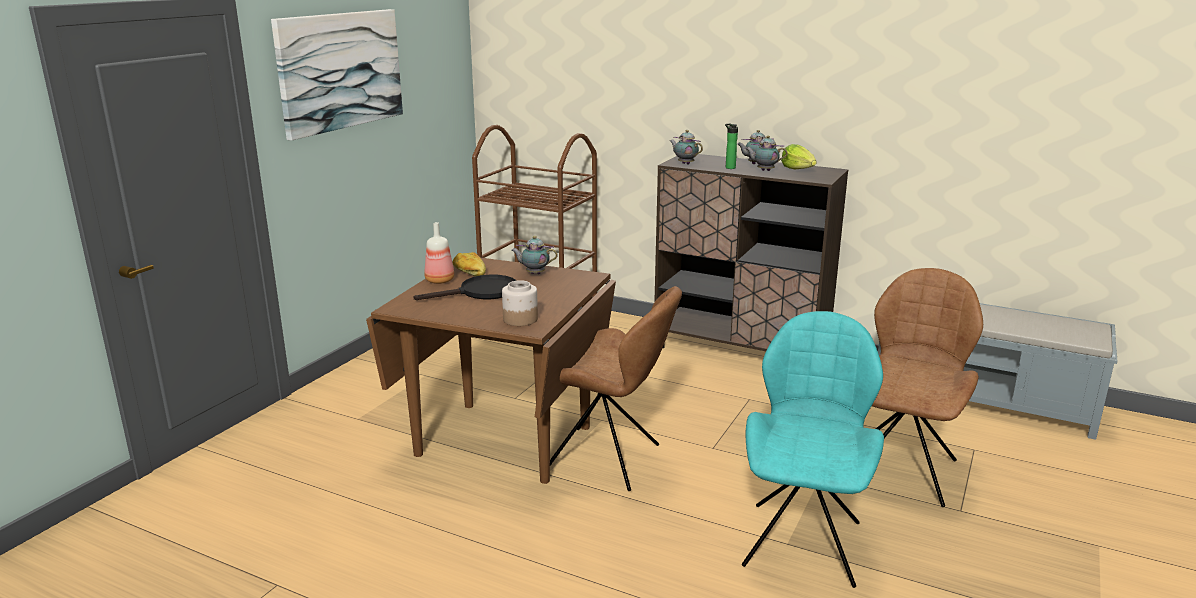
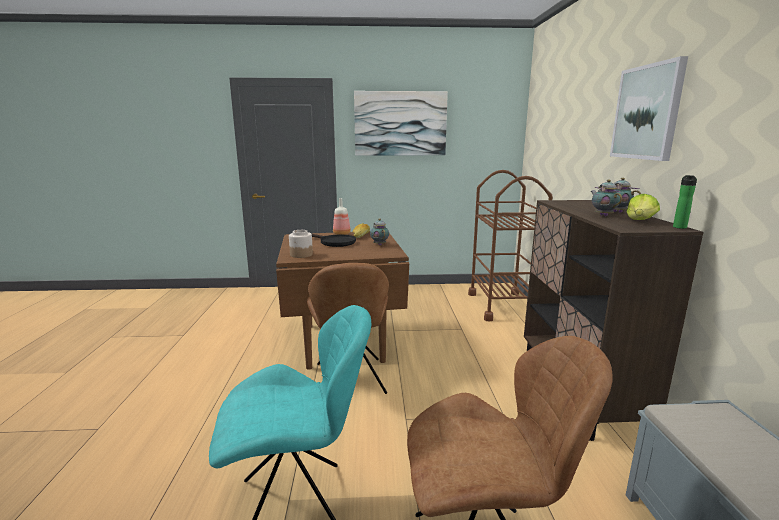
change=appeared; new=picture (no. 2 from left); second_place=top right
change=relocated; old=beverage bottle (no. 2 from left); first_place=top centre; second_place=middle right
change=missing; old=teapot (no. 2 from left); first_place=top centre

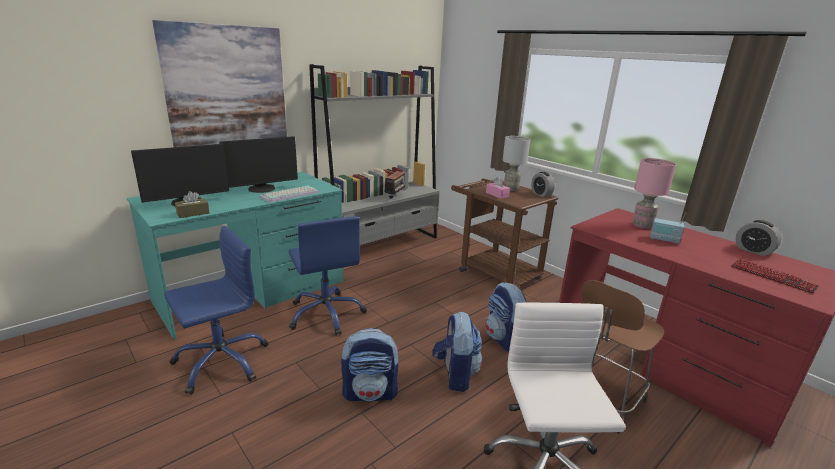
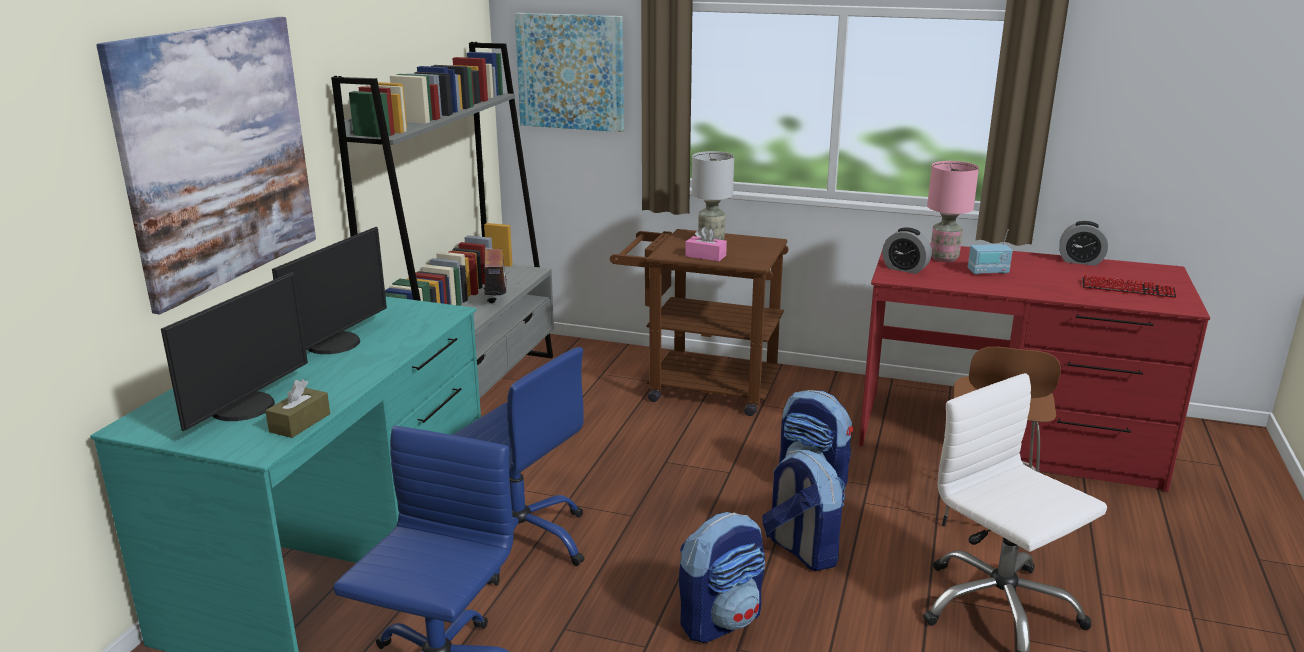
change=appeared; new=picture (no. 2 from left); second_place=top centre
change=relocated; old=bedside clock (no. 1 from left); first_place=centre; second_place=middle right
change=missing; old=computer keyboard (no. 1 from left); first_place=centre

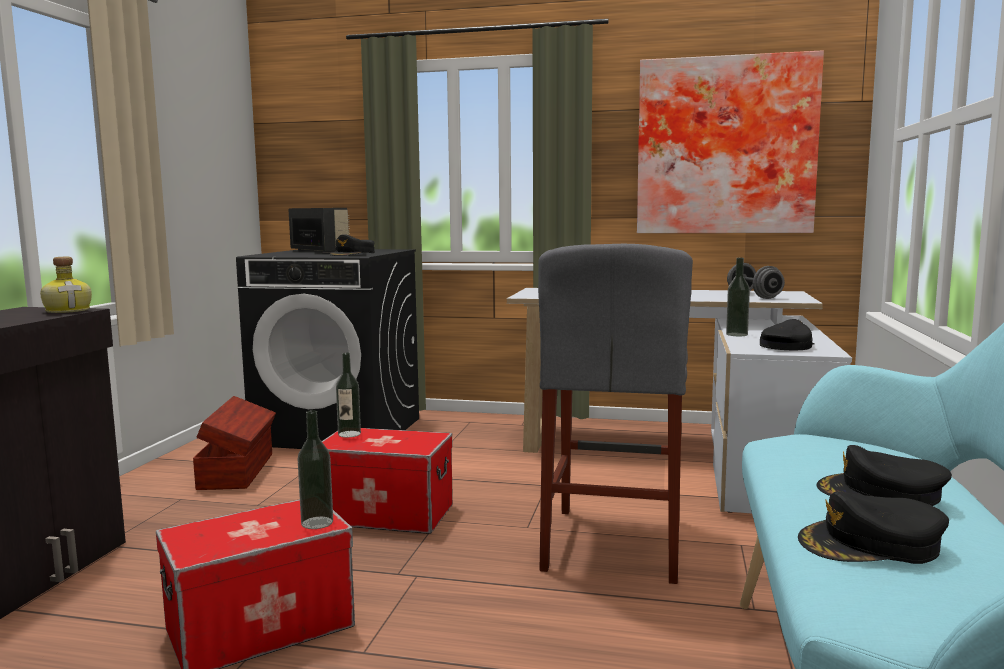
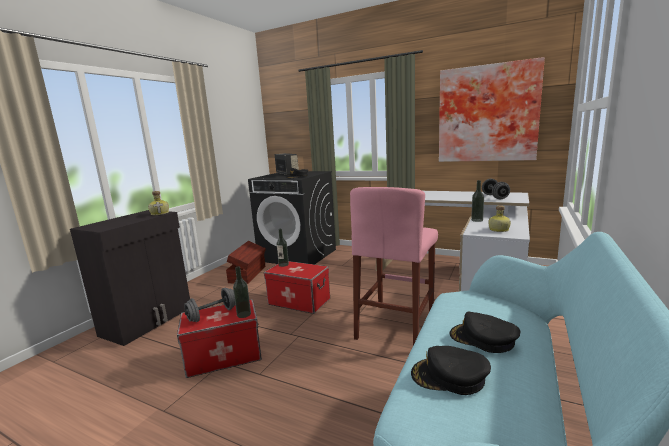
change=appeared; new=greyish free weight (no. 1 from left); second_place=bottom left
change=colour; old=greyish sitting stool; new=pinkish sitting stool; first_place=centre; second_place=centre
change=exchanged; old=blackish peaked cap (no. 2 from left); new=beverage bottle (no. 5 from left); first_place=middle right; second_place=middle right

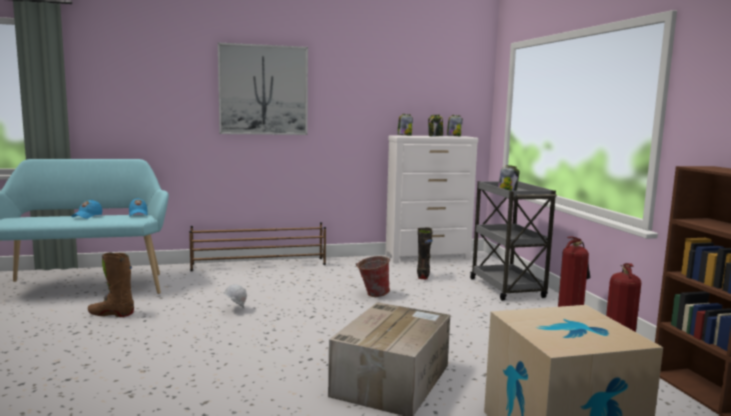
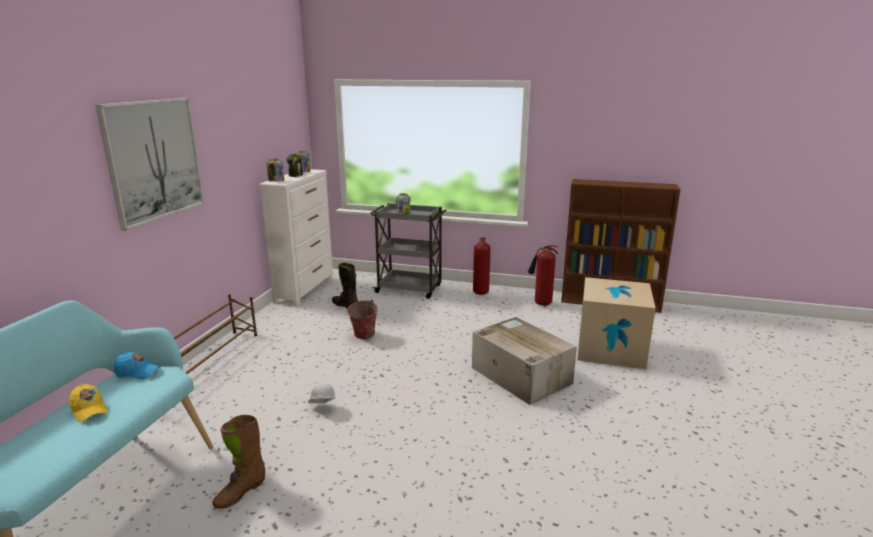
change=colour; old=bluish peaked cap (no. 1 from left); new=yellowish peaked cap; first_place=middle left; second_place=bottom left

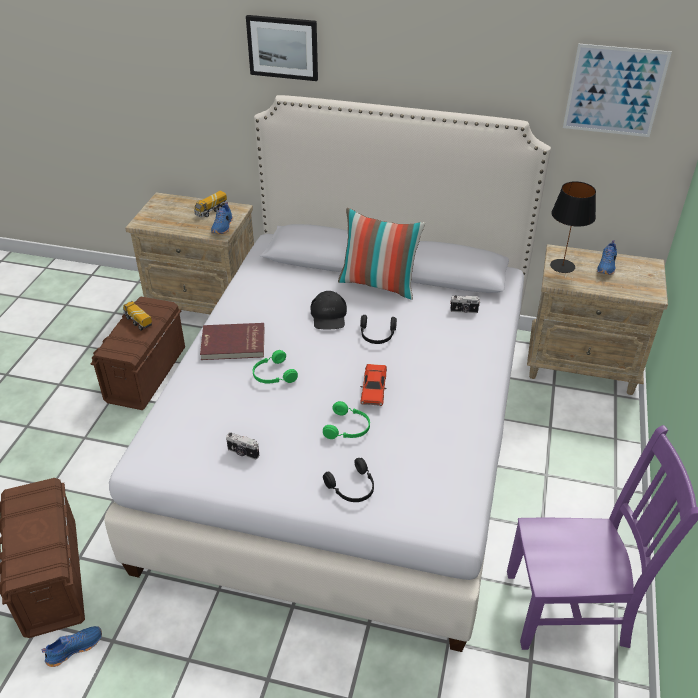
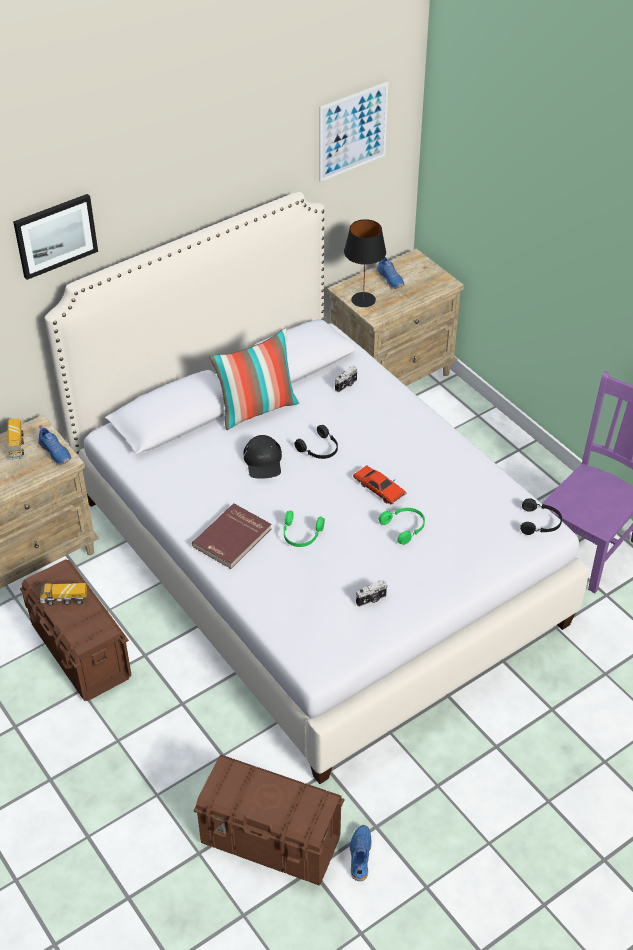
change=spun; old=blackish peaked cap; first_place=centre; second_place=centre; degrees=45
change=relocated; old=blackish headset (no. 1 from left in the first image); new=blackish headset (no. 2 from left); first_place=bottom centre; second_place=middle right

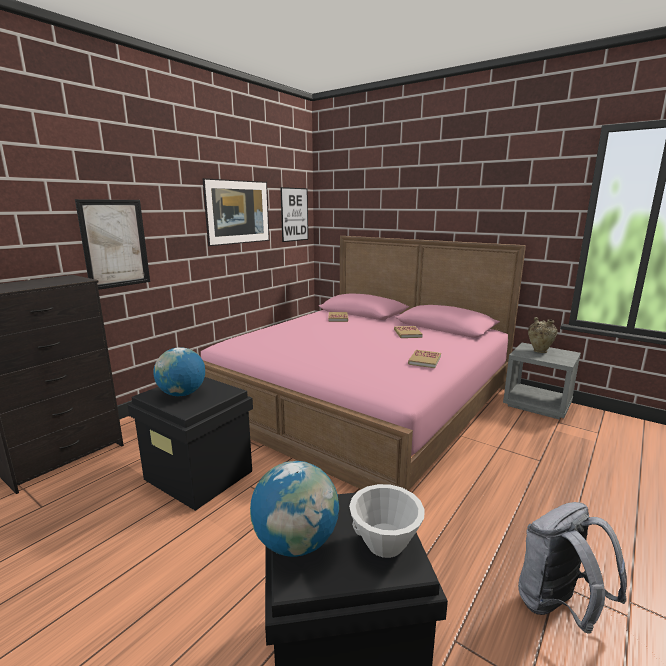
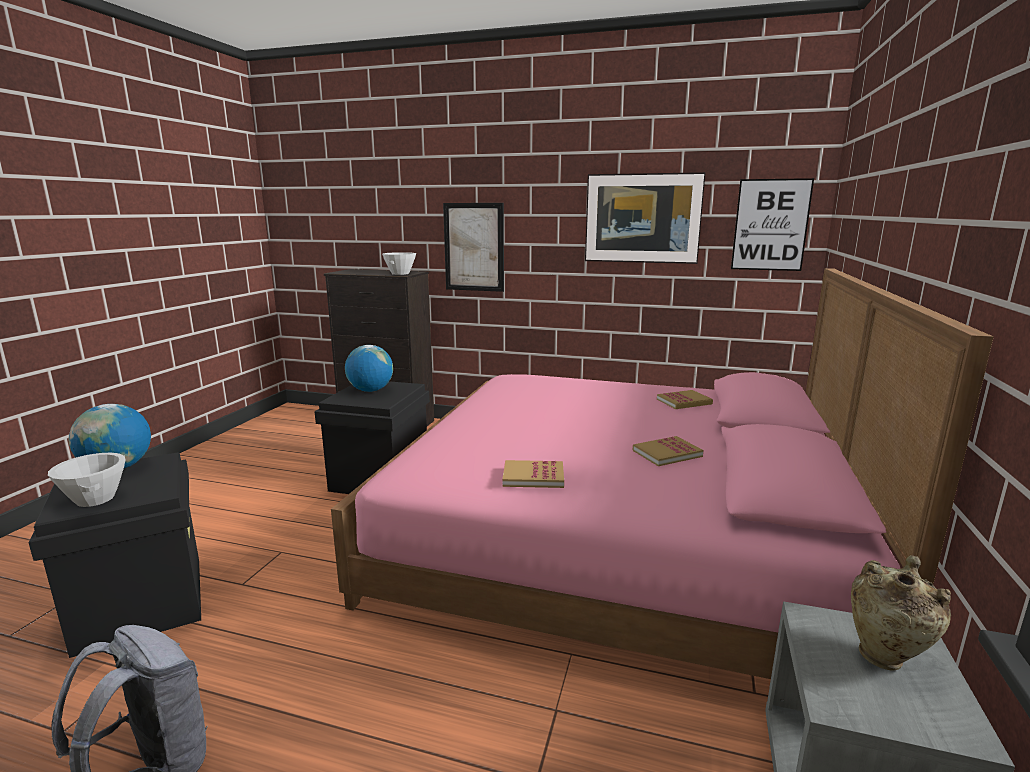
change=appeared; new=whitish serving bowl (no. 2 from left); second_place=centre

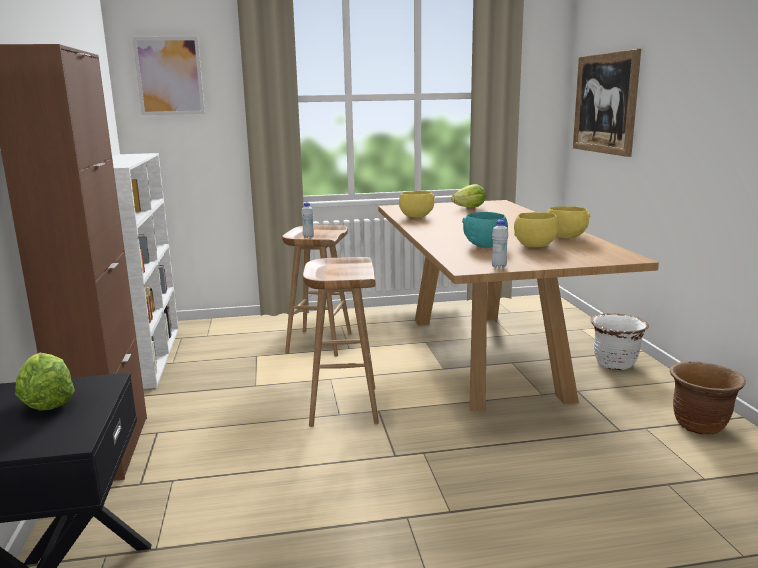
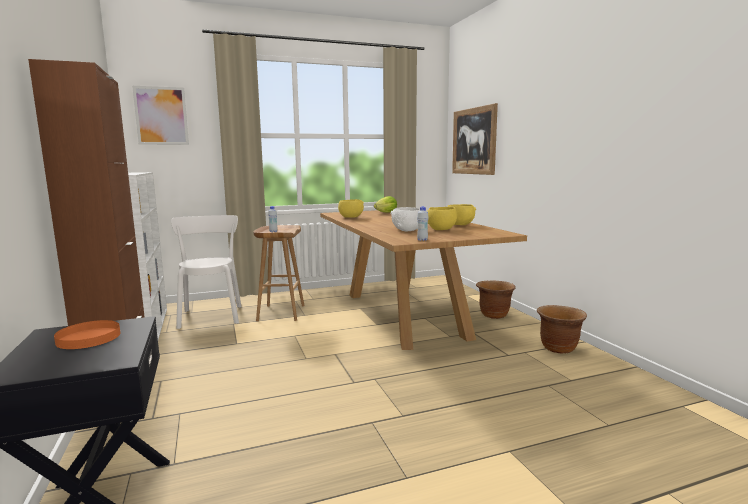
change=exchanged; old=lettuce head (no. 1 from left); new=orange flat dish; first_place=bottom left; second_place=middle left
change=appeared; new=whitish upright chair; second_place=middle left
change=colour; old=turquoise-coloured serving bowl; new=whitish serving bowl; first_place=centre; second_place=centre
change=colour; old=whitish flower pot; new=brownish flower pot (no. 1 from left); first_place=middle right; second_place=centre
change=missing; old=brownish sitting stool (no. 2 from left); first_place=centre

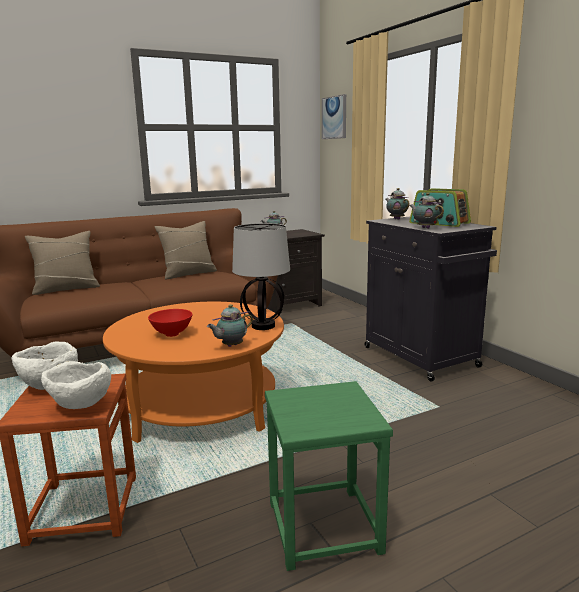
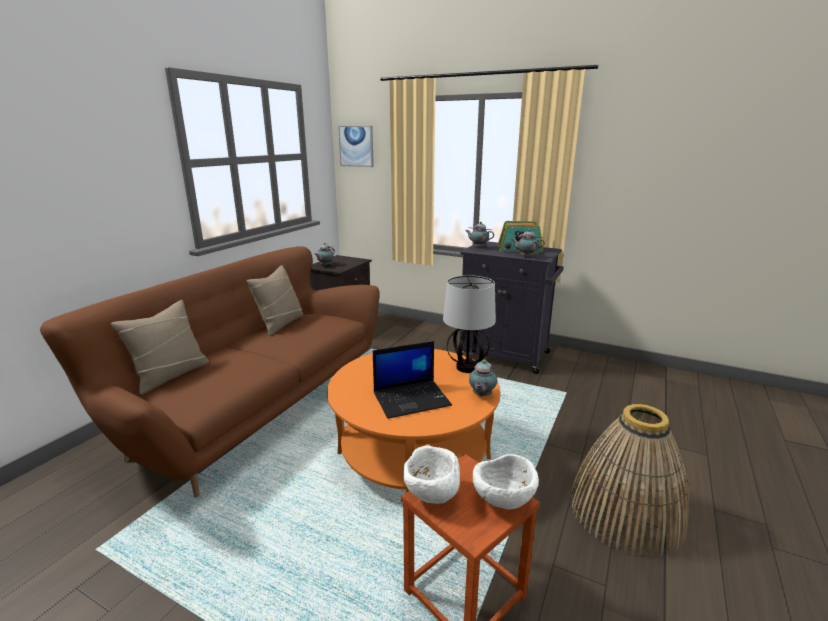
change=exchanged; old=reddish serving bowl; new=laptop; first_place=middle left; second_place=centre
change=exchanged; old=green sitting stool; new=basket; first_place=bottom centre; second_place=bottom right

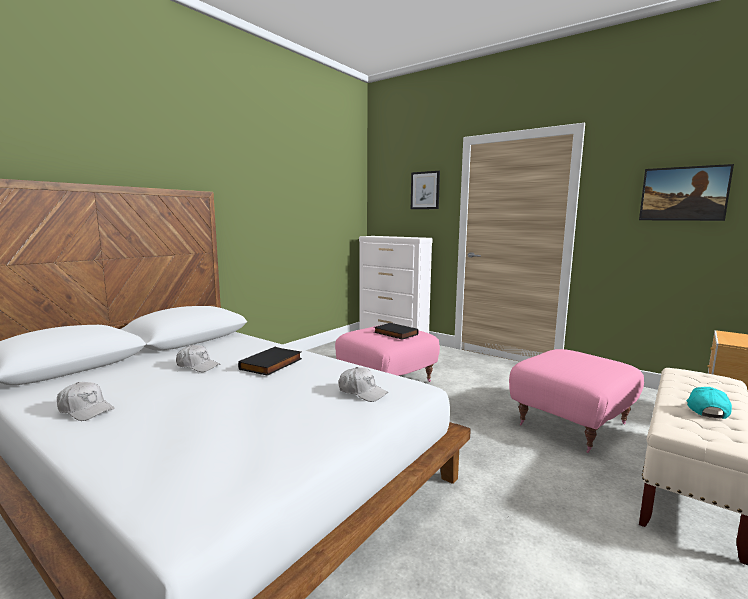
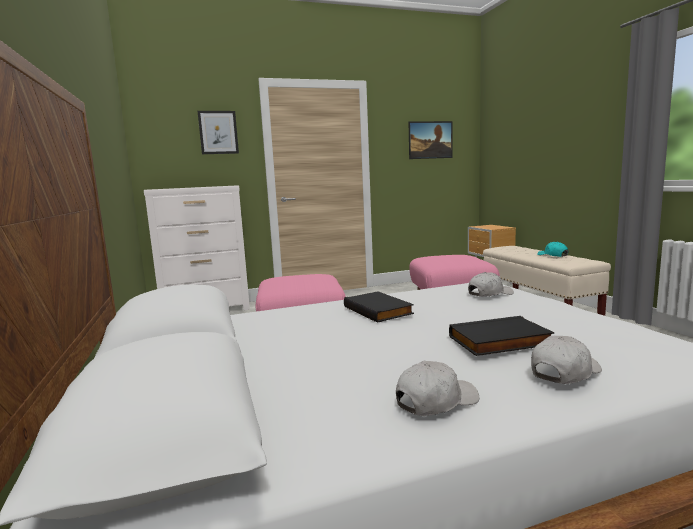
change=relocated; old=blackish bound book (no. 2 from left); first_place=centre; second_place=middle right
change=relocated; old=whitish peaked cap (no. 2 from left in the first image); new=whitish peaked cap (no. 3 from left); first_place=middle left; second_place=bottom right

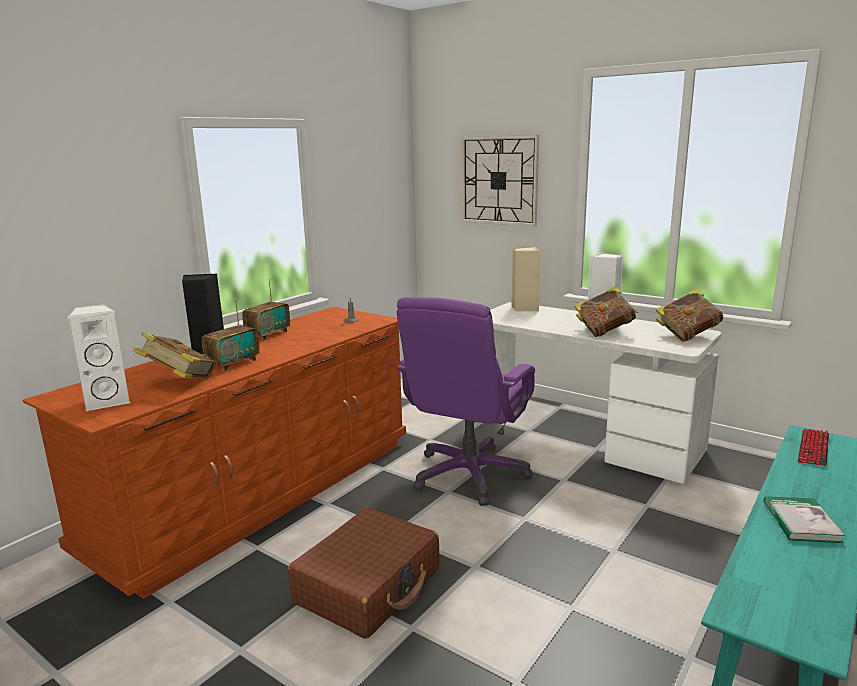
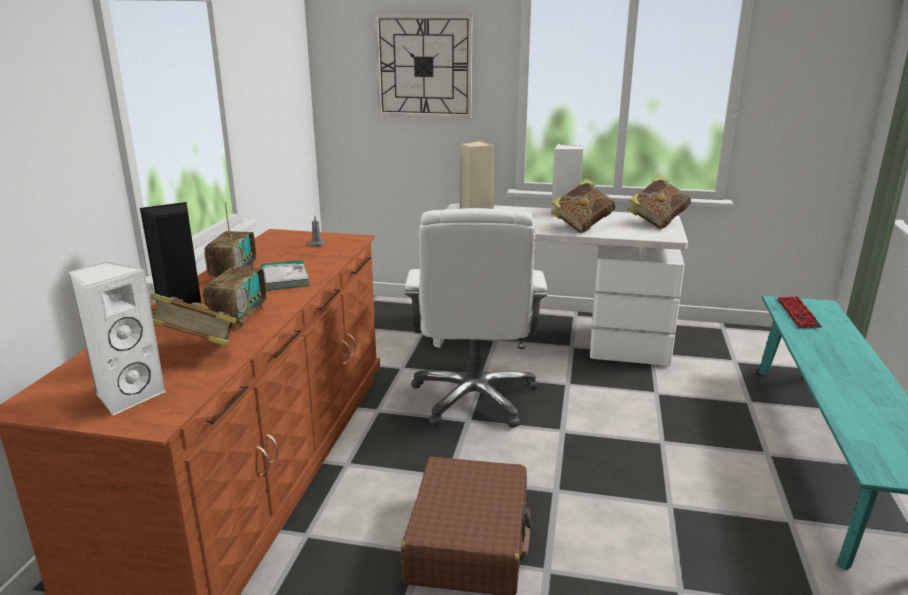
change=relocated; old=bound book (no. 4 from left in the first image); new=bound book (no. 2 from left); first_place=bottom right; second_place=middle left
change=colour; old=purplish desk chair; new=whitish desk chair; first_place=centre; second_place=centre

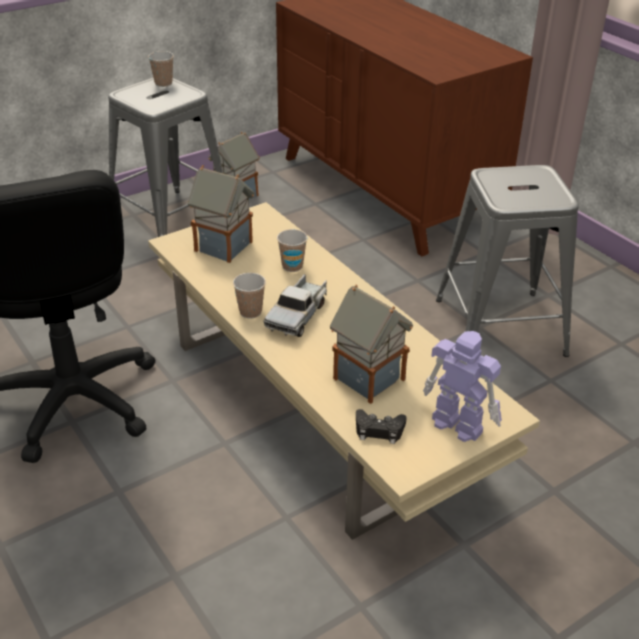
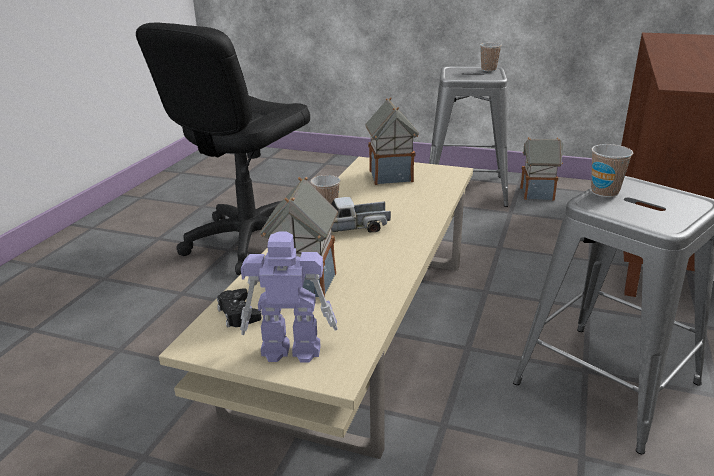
change=spun; old=toy robot; first_place=middle right; second_place=centre; degrees=-90
change=relocated; old=small cup (no. 3 from left); first_place=centre; second_place=middle right

